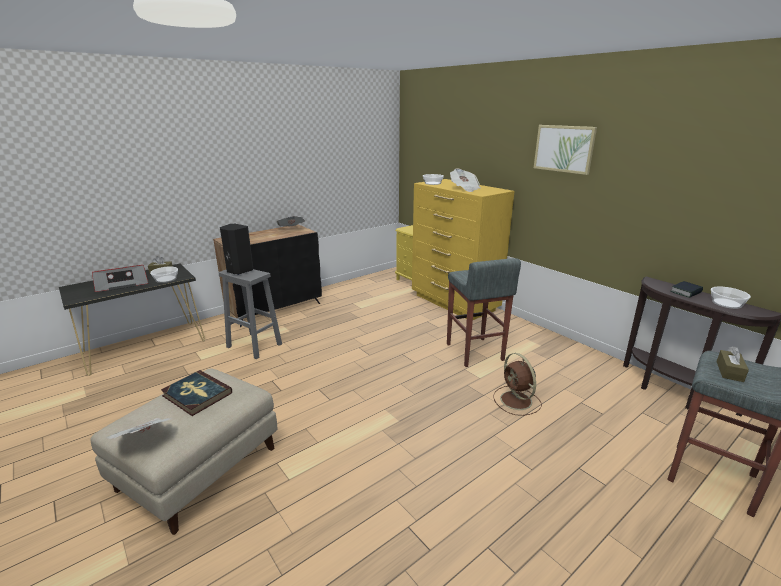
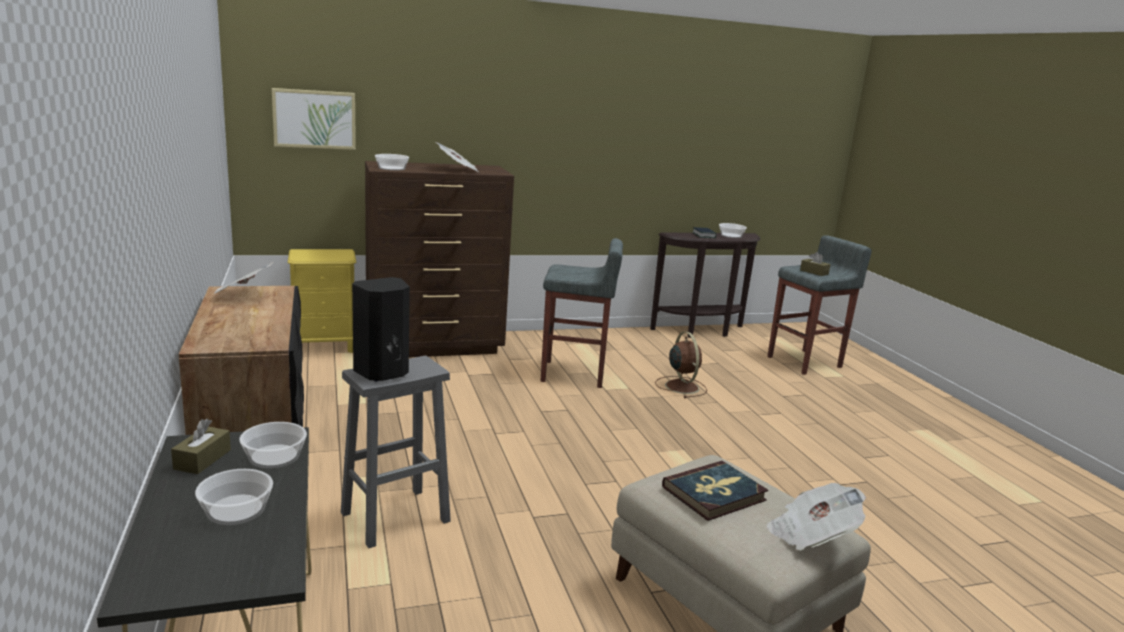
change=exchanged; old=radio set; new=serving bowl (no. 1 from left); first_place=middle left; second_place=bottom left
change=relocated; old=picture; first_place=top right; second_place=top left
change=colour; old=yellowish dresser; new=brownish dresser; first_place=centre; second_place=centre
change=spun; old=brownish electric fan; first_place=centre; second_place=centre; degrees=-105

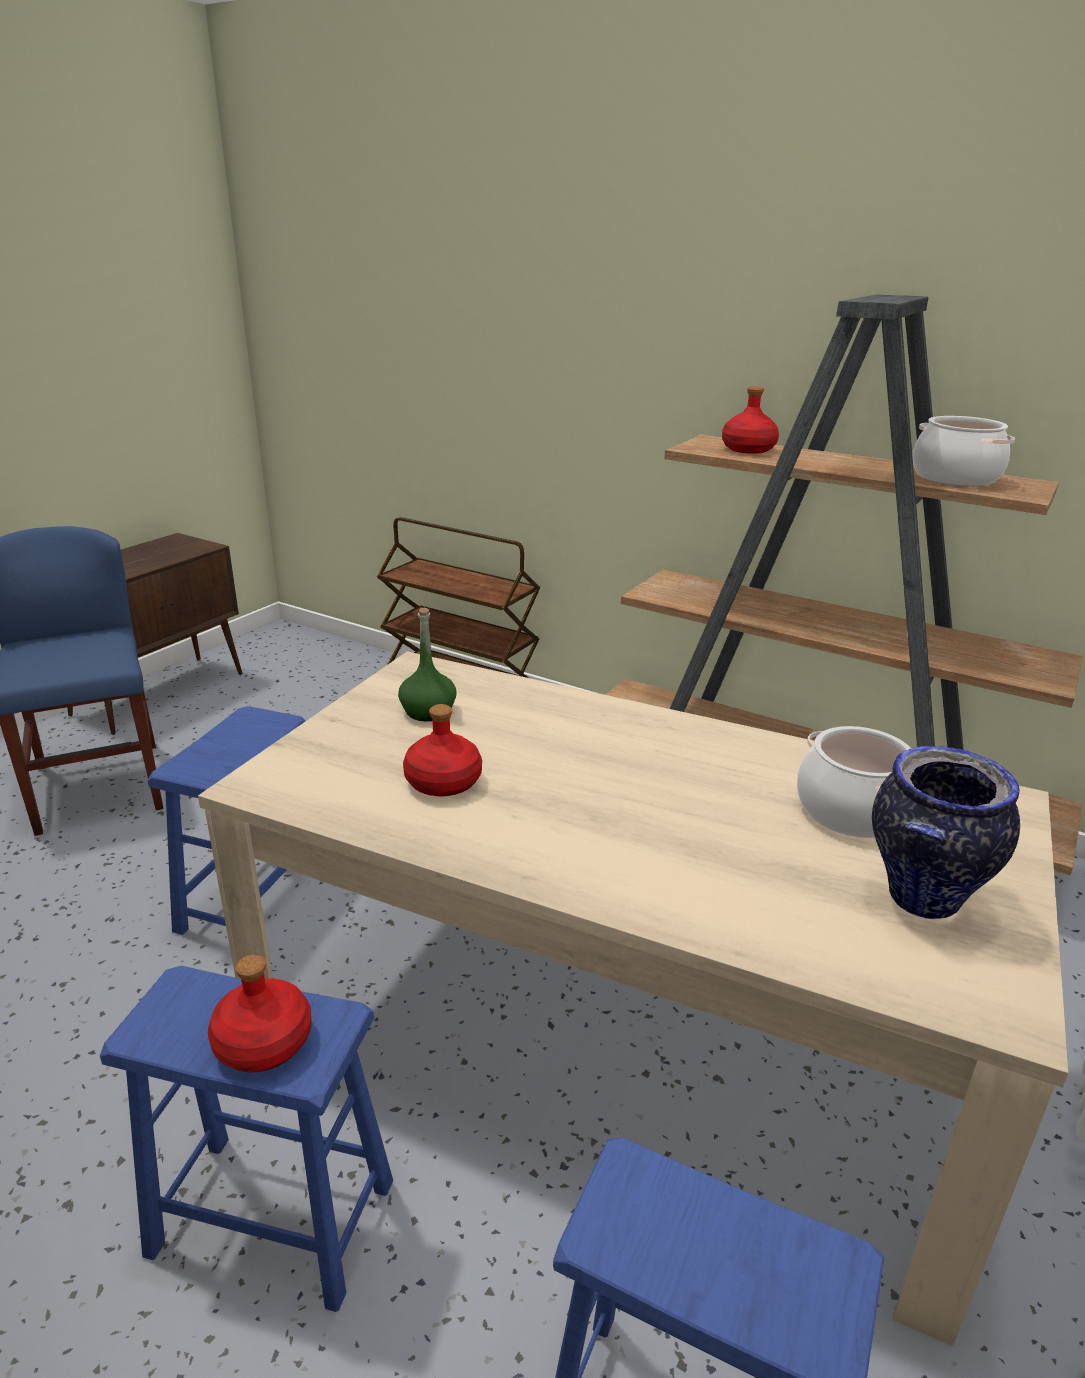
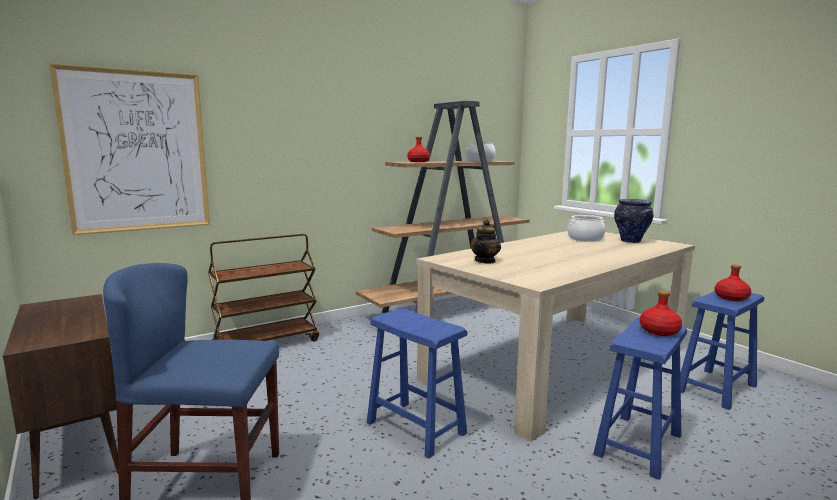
change=appeared; new=picture; second_place=top left
change=exchanged; old=green beverage bottle; new=teapot; first_place=centre; second_place=centre
change=relocated; old=reddish beverage bottle (no. 2 from left in the first image); new=reddish beverage bottle (no. 3 from left); first_place=centre; second_place=middle right

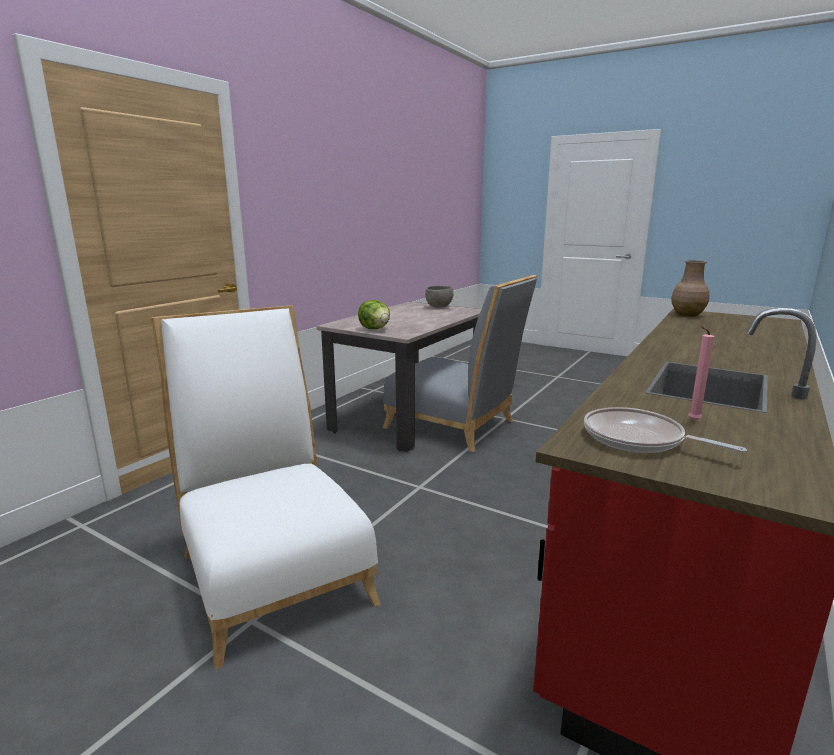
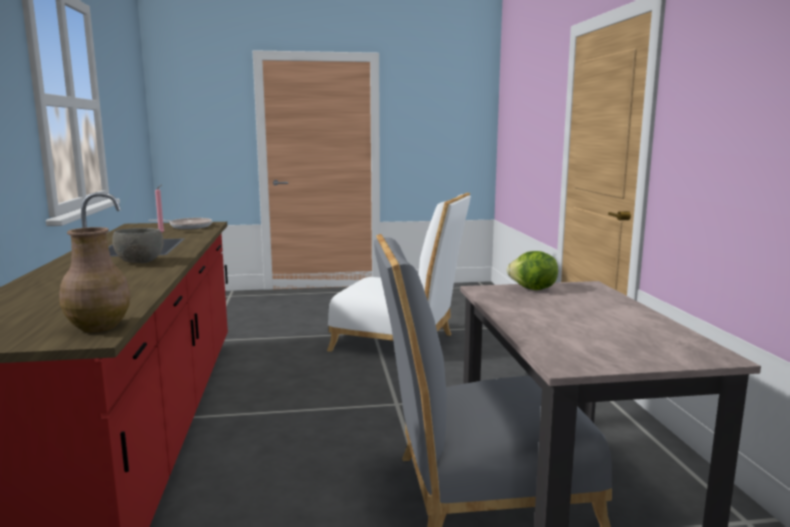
change=relocated; old=greyish serving bowl; first_place=centre; second_place=middle left

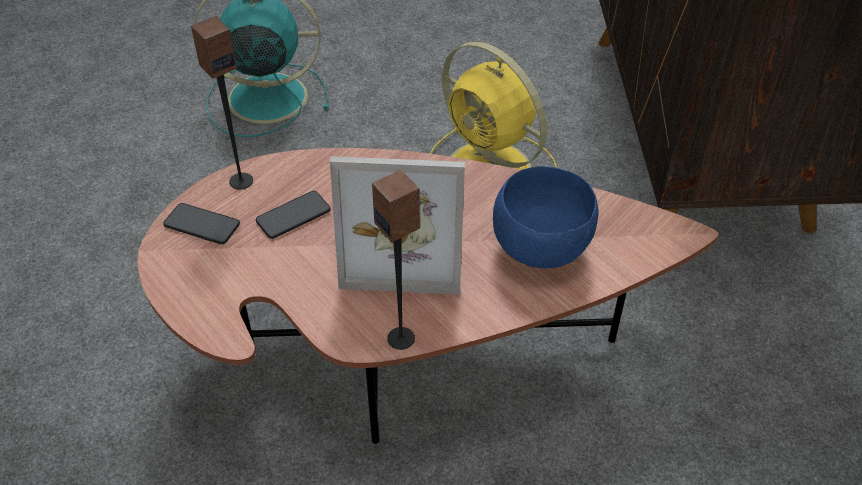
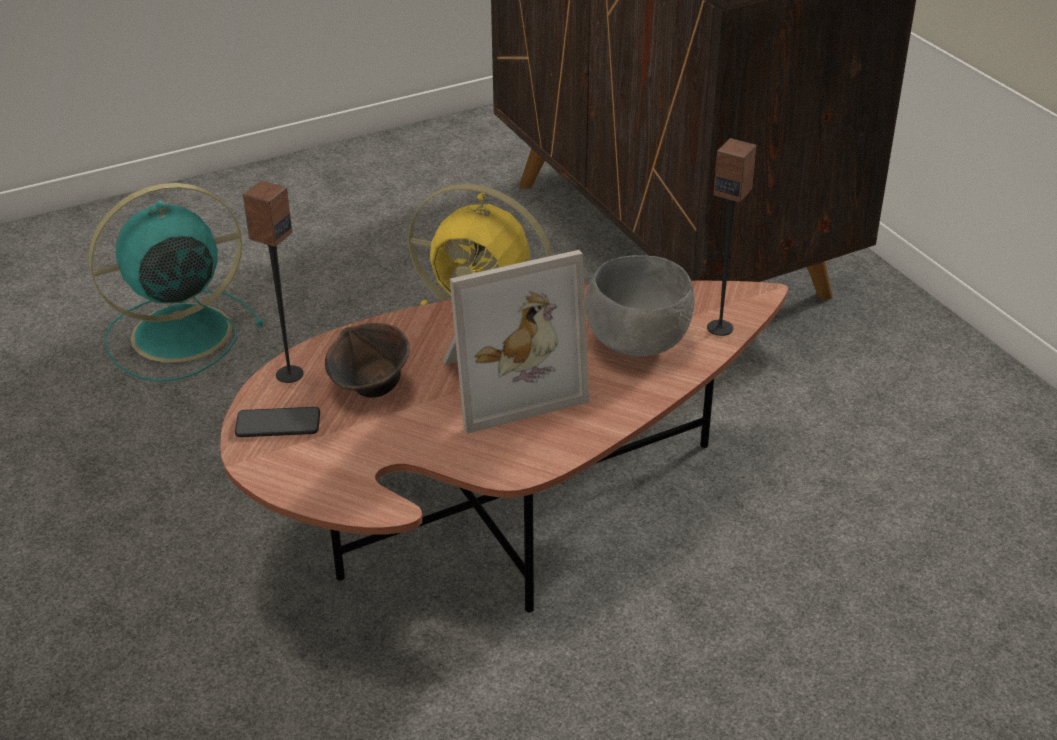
change=exchanged; old=phone (no. 2 from left); new=brownish serving bowl; first_place=centre; second_place=centre
change=colour; old=bluish serving bowl; new=greyish serving bowl; first_place=centre; second_place=centre
change=relocated; old=audio speaker (no. 2 from left); first_place=centre; second_place=top right

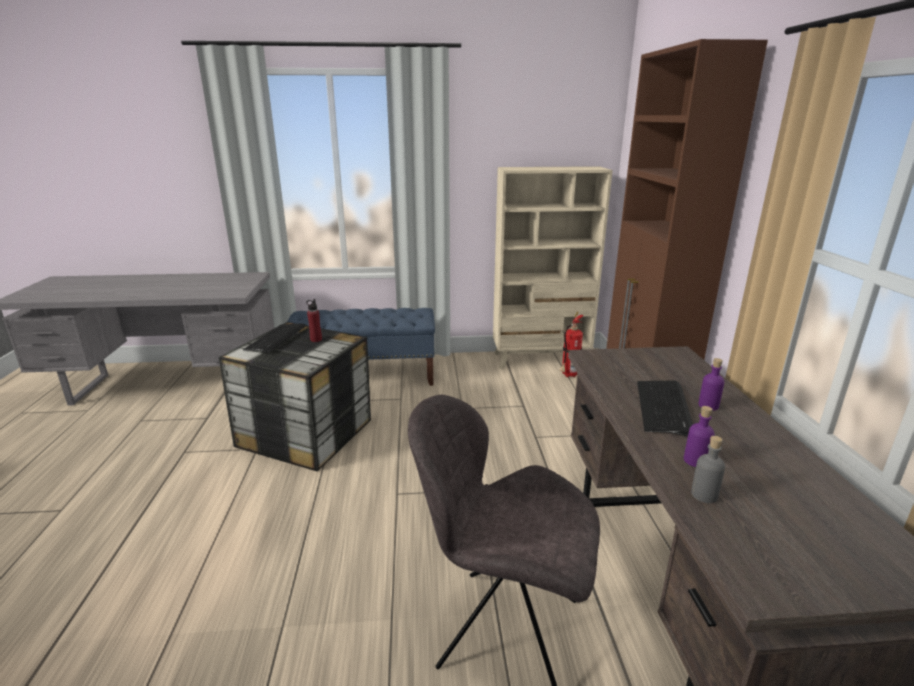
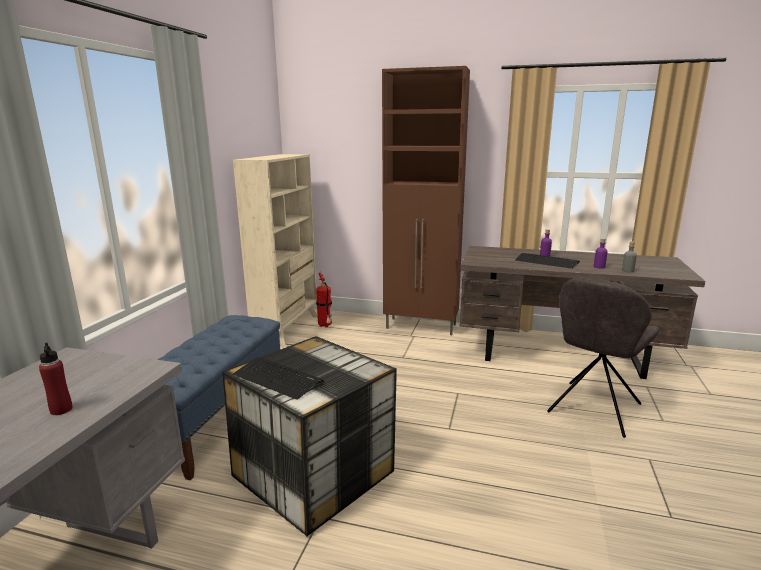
change=relocated; old=reddish beverage bottle; first_place=centre; second_place=middle left

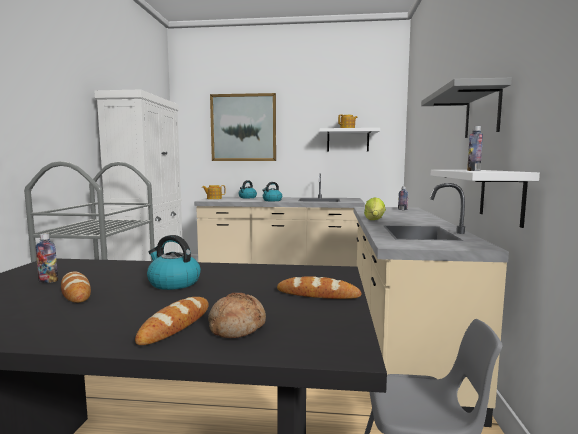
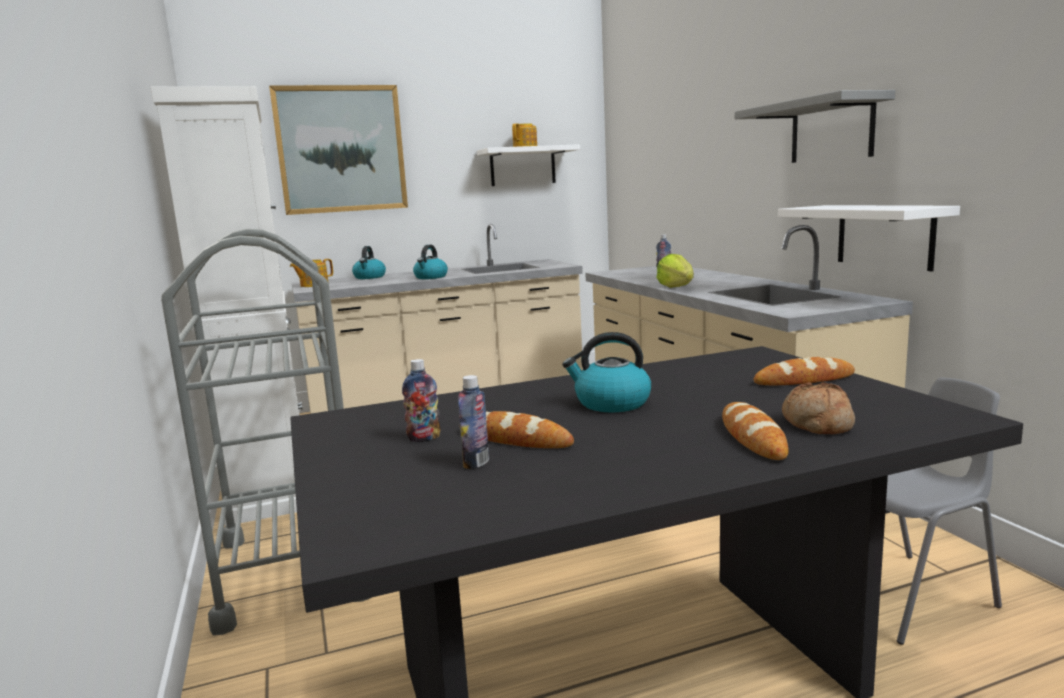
change=relocated; old=beverage bottle (no. 3 from left in the first image); new=beverage bottle (no. 2 from left); first_place=middle right; second_place=centre

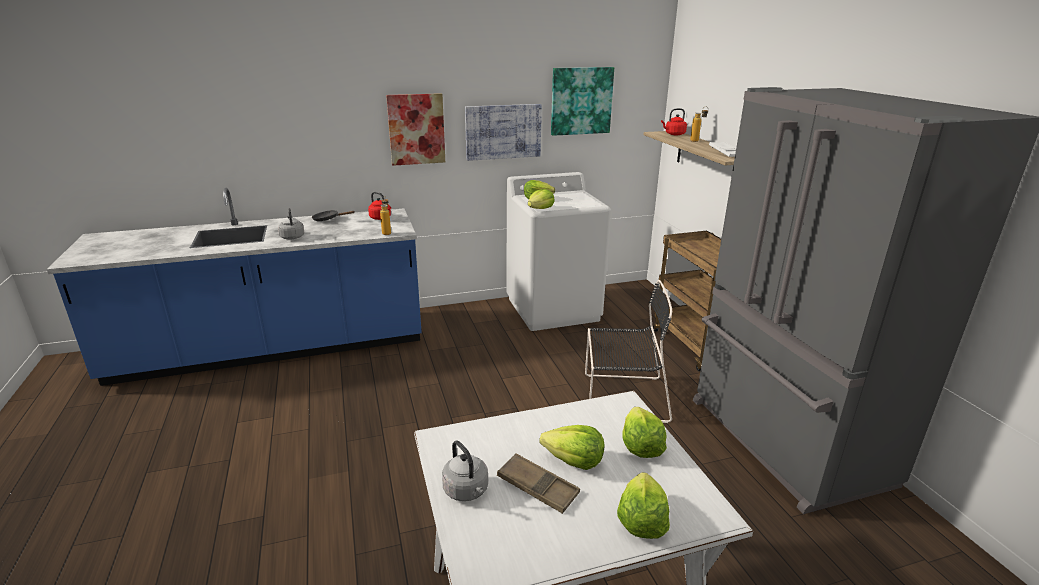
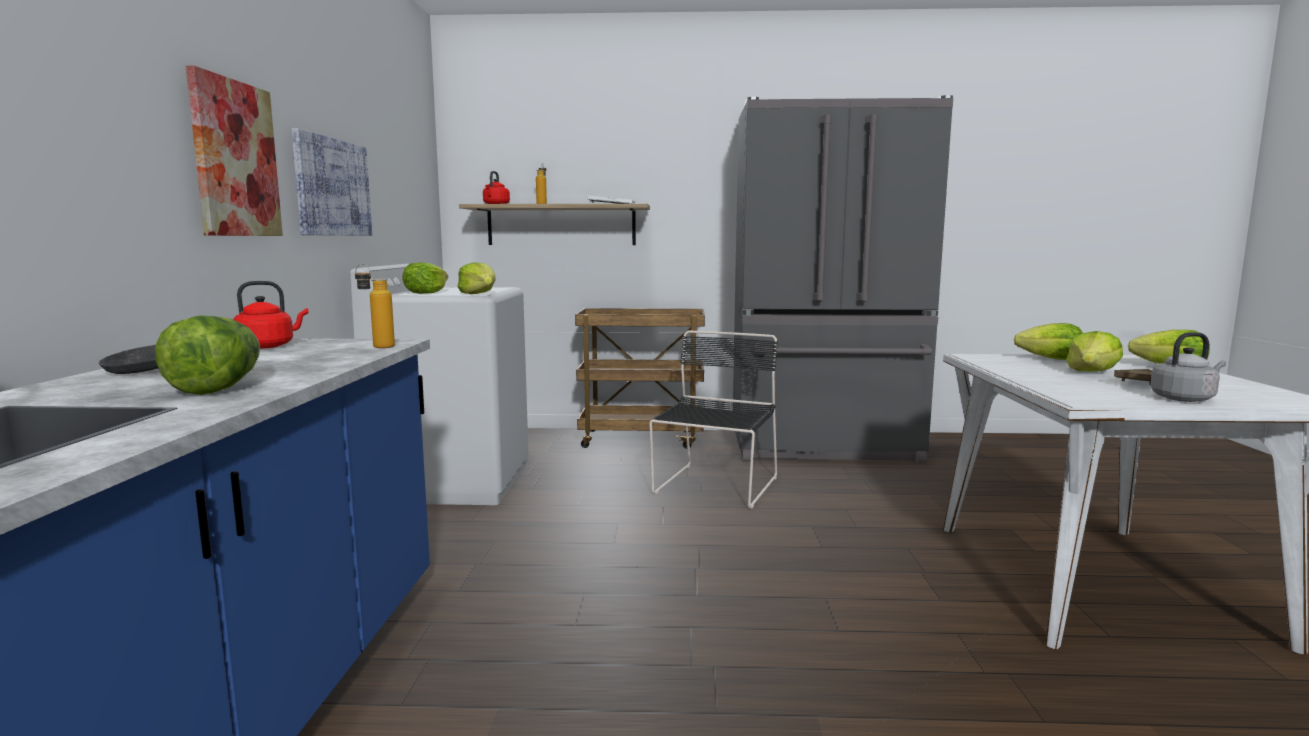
change=exchanged; old=greyish tea kettle (no. 1 from left); new=lettuce head (no. 1 from left); first_place=middle left; second_place=middle left
change=missing; old=picture (no. 3 from left); first_place=top centre

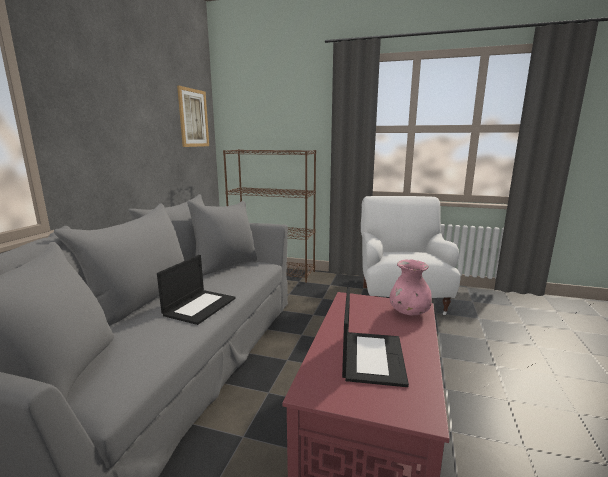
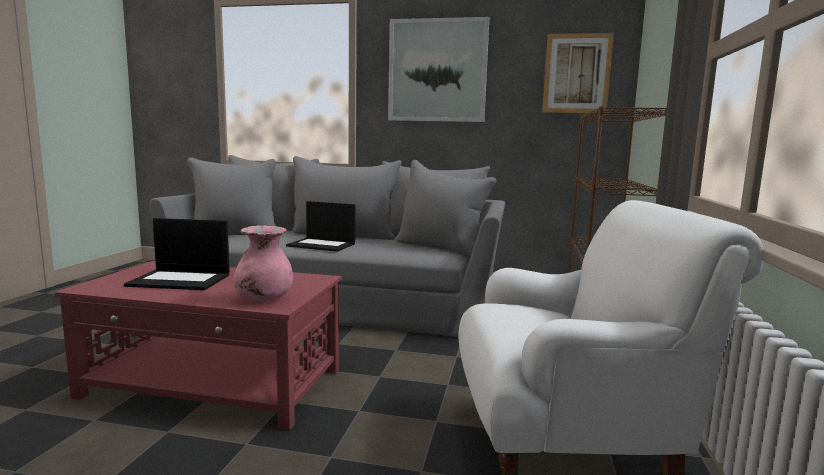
change=appeared; new=picture (no. 1 from left); second_place=top centre

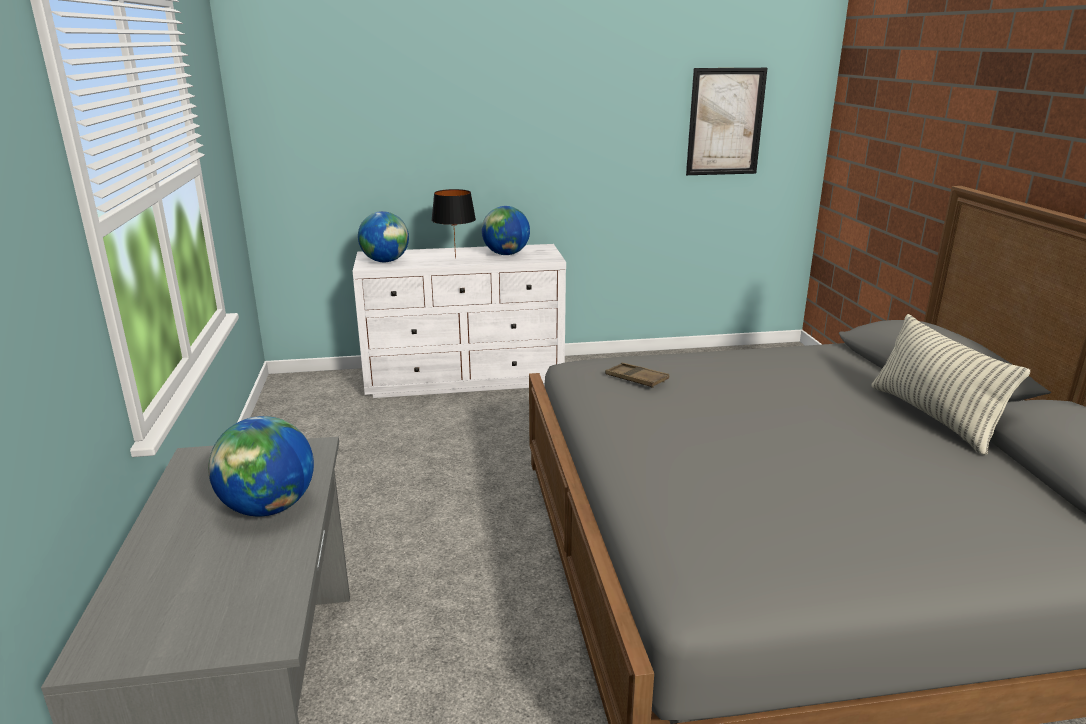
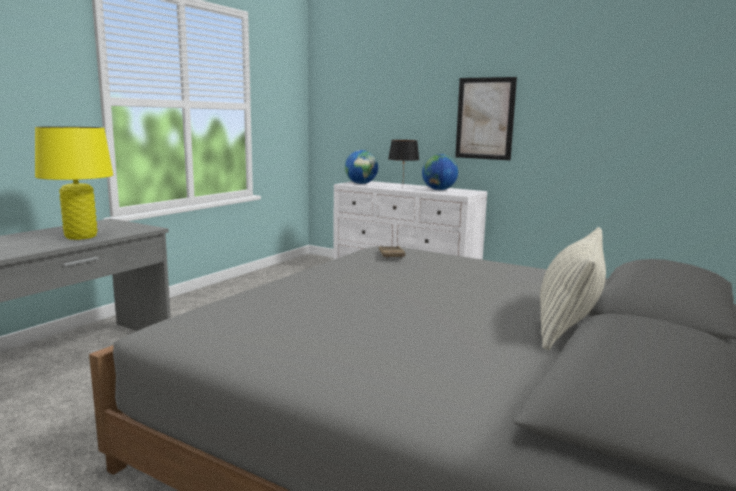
change=exchanged; old=globe (no. 1 from left); new=yellowish table lamp; first_place=middle left; second_place=middle left
change=relocated; old=picture; first_place=top right; second_place=top centre

